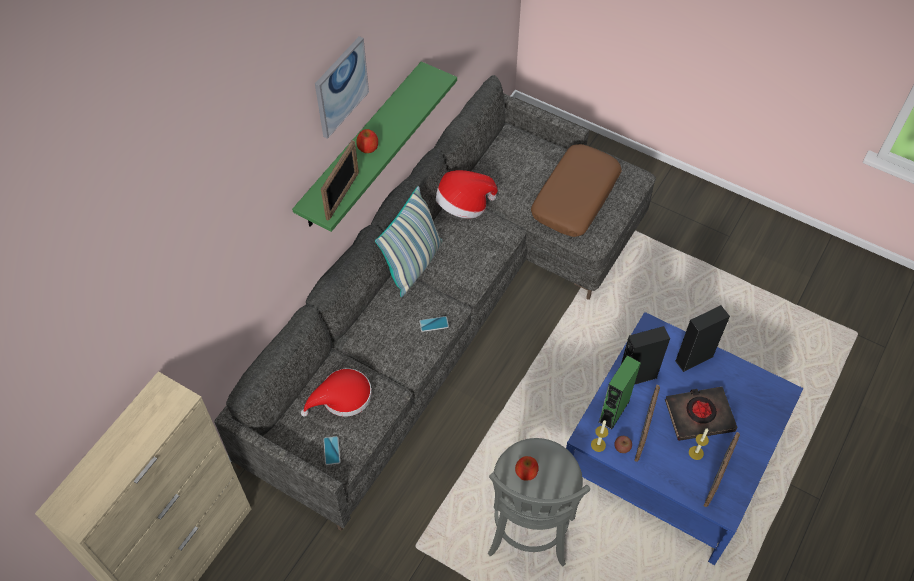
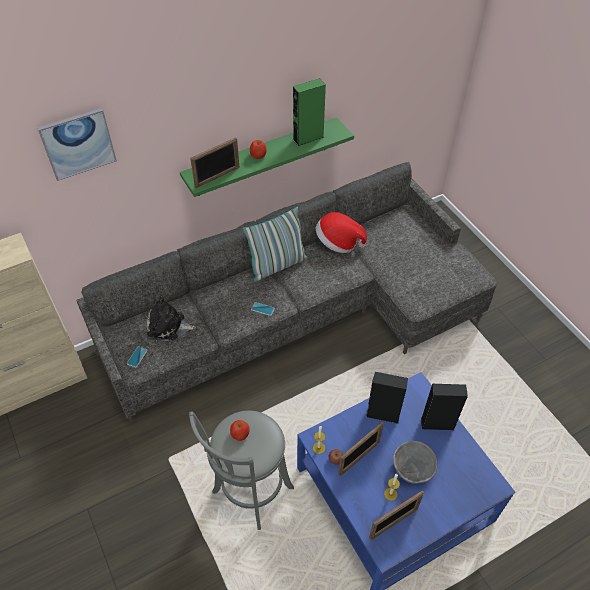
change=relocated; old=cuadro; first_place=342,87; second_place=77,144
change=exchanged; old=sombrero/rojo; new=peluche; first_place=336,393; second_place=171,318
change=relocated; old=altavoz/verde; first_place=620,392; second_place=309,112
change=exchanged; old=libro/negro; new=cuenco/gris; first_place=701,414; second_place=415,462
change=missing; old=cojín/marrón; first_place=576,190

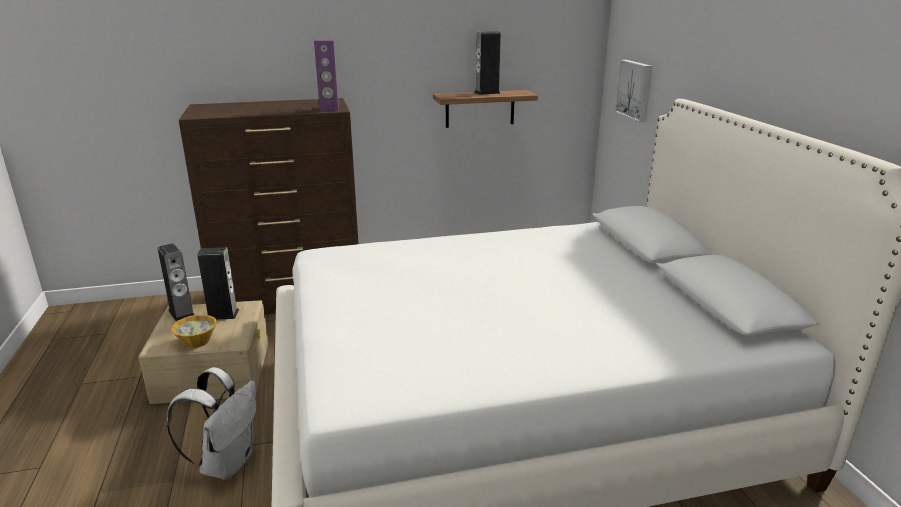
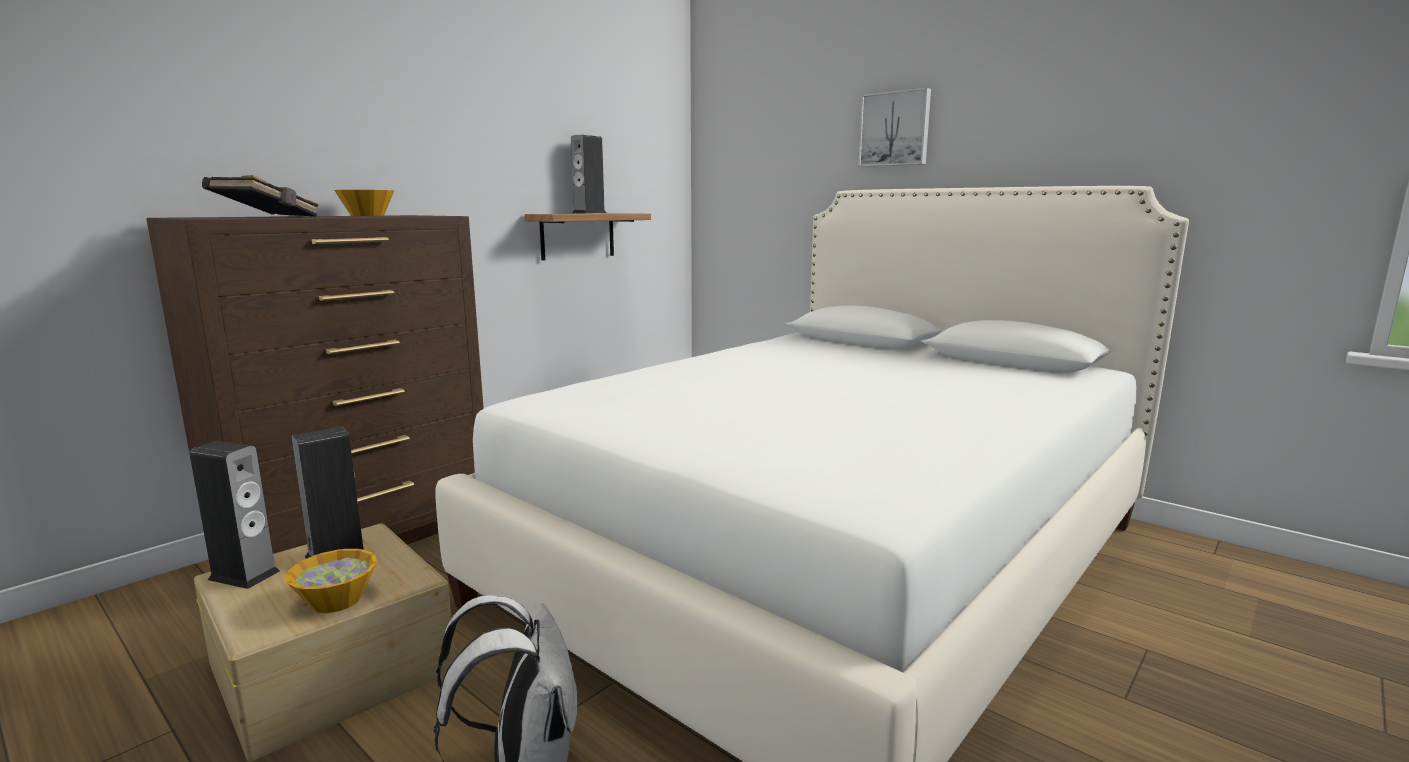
change=appeared; new=libro/negro; second_place=260,196
change=appeared; new=cuenco; second_place=364,203
change=relocated; old=cuadro; first_place=633,90; second_place=894,127
change=missing; old=altavoz/morado; first_place=326,75

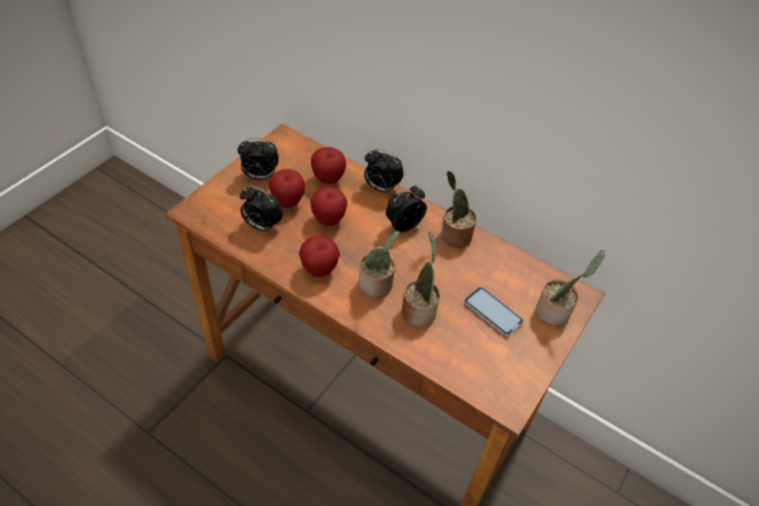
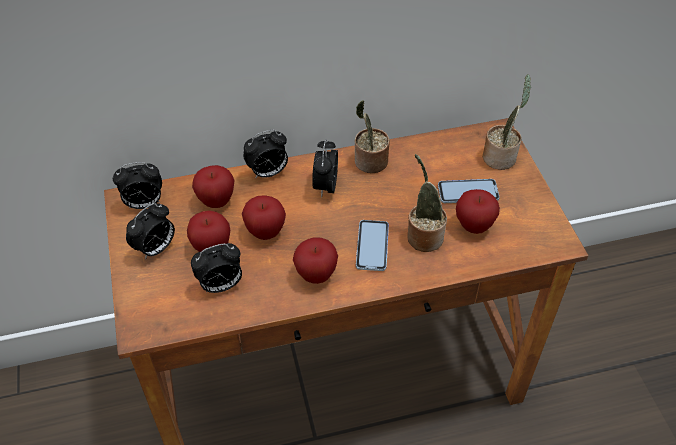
change=appeared; new=despertador; second_place=137,185
change=exchanged; old=planta en maceta; new=móvil; first_place=379,264; second_place=372,245
change=appeared; new=manzana; second_place=478,211

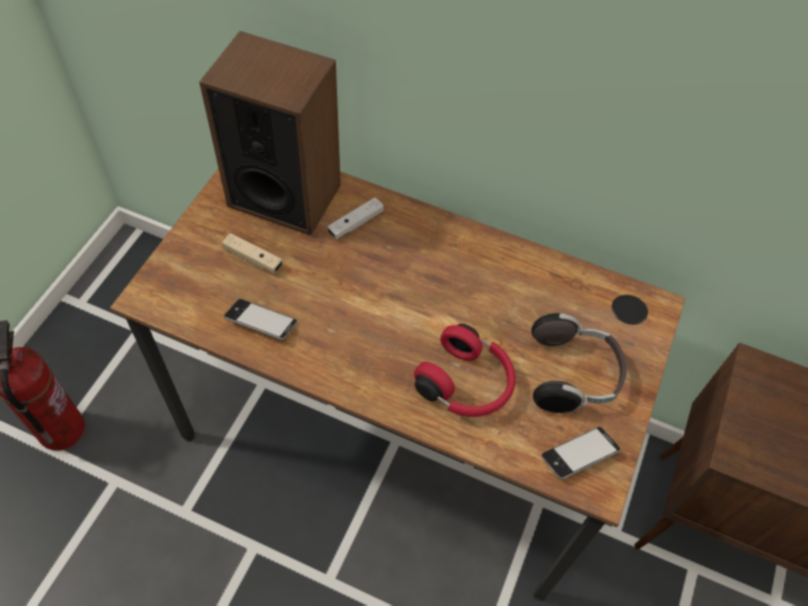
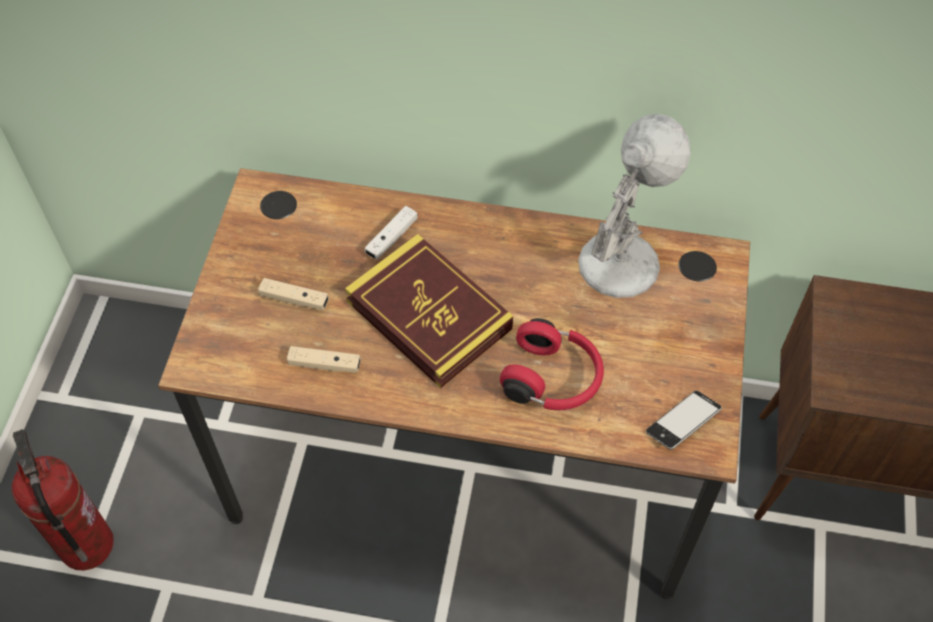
change=exchanged; old=móvil; new=mando de consola/beis; first_place=260,319; second_place=324,359
change=appeared; new=libro; second_place=429,311
change=appeared; new=lámpara de mesa/blanco; second_place=634,206
change=missing; old=altavoz; first_place=270,133
change=missing; old=auriculares; first_place=579,363

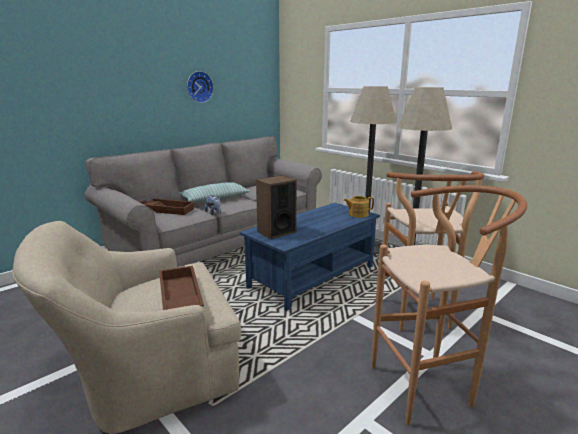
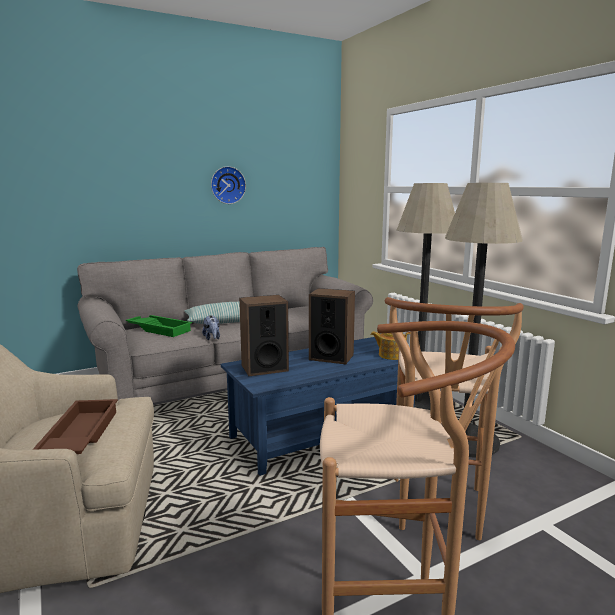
change=colour; old=bandeja/marrón; new=bandeja/verde; first_place=167,207; second_place=159,326
change=appeared; new=altavoz; second_place=332,326

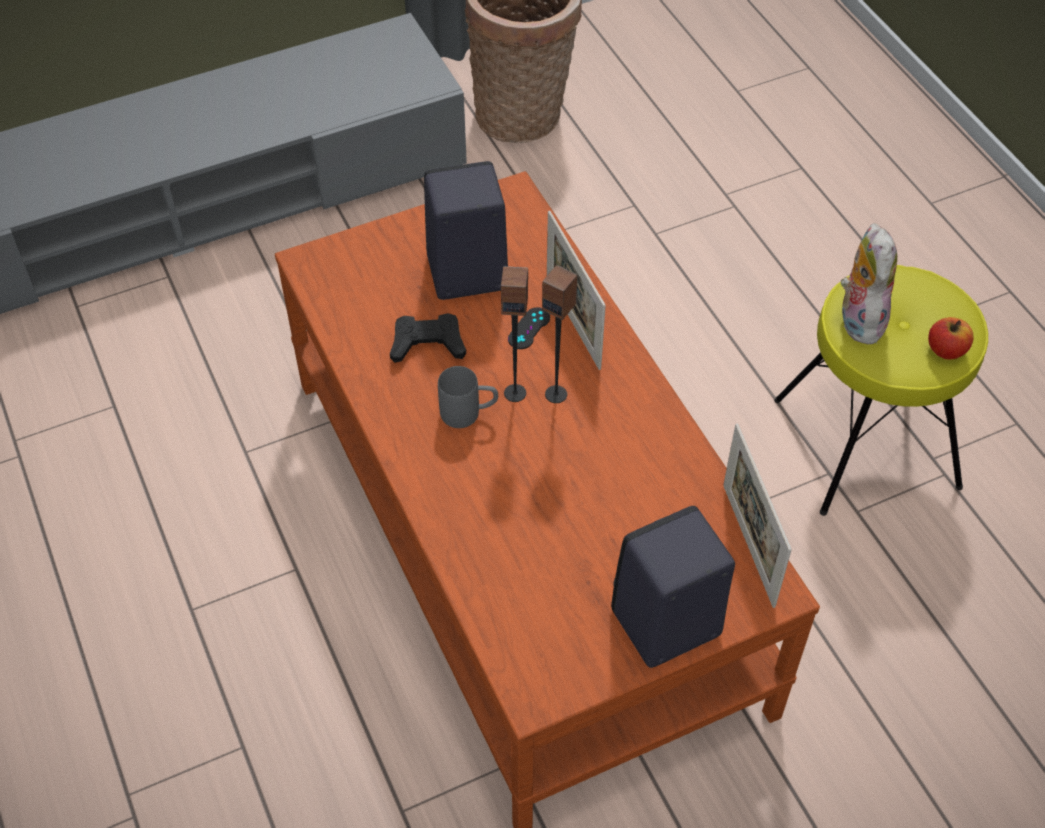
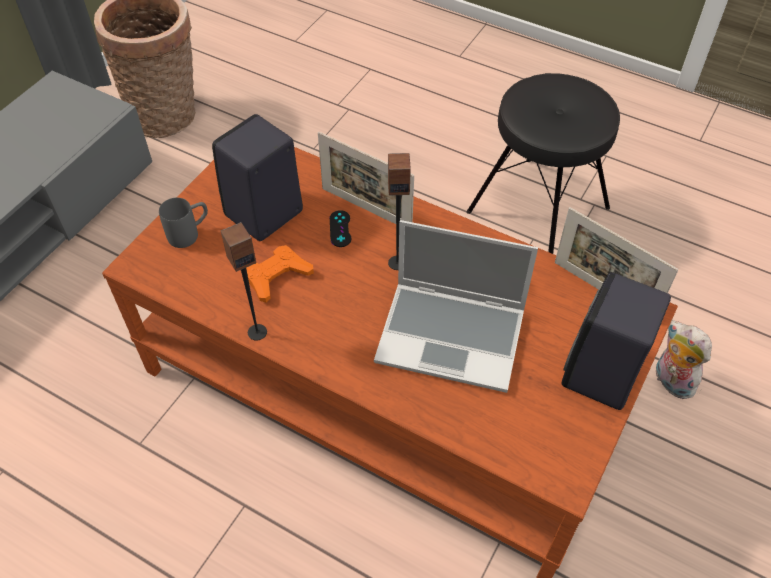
change=relocated; old=taza grande/gris; first_place=468,397; second_place=183,223
change=relocated; old=altavoz; first_place=514,334; second_place=244,281
change=colour; old=mando de consola/negro; new=mando de consola/naranja; first_place=428,338; second_place=280,274
change=appeared; new=portátil; second_place=456,306
change=colour; old=taburete/amarillo; new=taburete/negro; first_place=881,390; second_place=543,163
change=relocated; old=peluche; first_place=869,283; second_place=684,359
change=missing; old=manzana; first_place=951,338

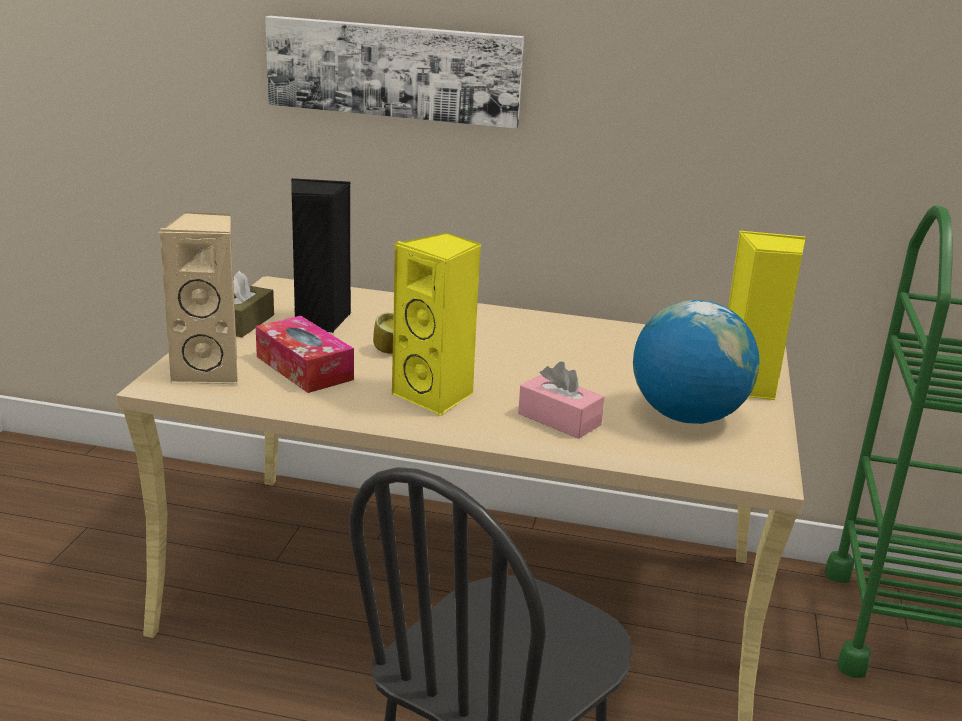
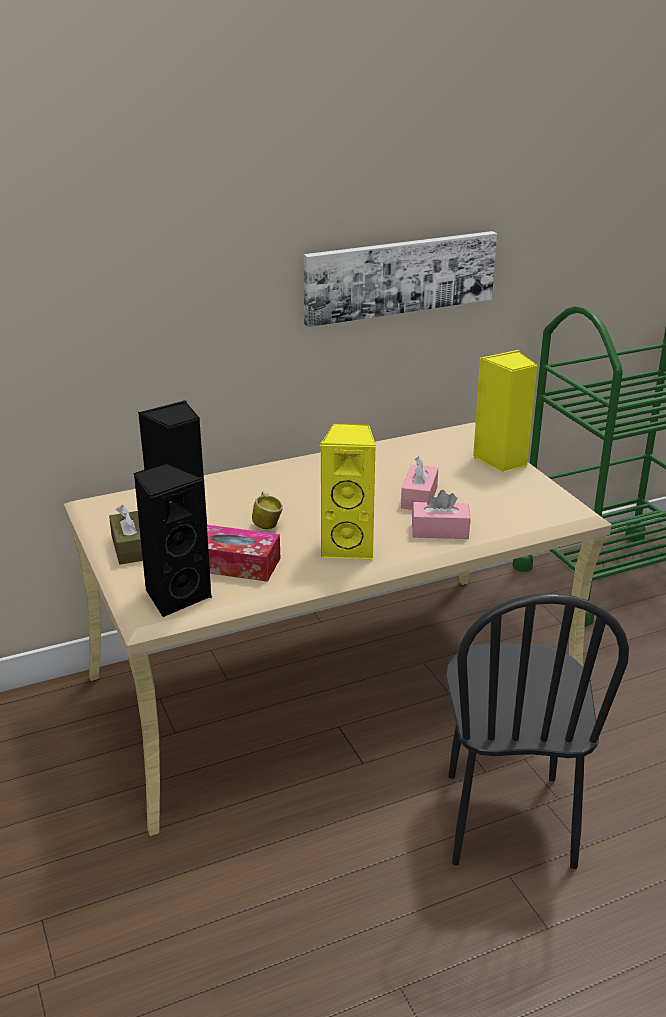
change=colour; old=altavoz/beis; new=altavoz/negro; first_place=198,298; second_place=172,539
change=relocated; old=cuadro; first_place=394,72; second_place=400,279
change=appeared; new=caja de pañuelos/rosa; second_place=419,483
change=missing; old=globo terráqueo; first_place=696,362

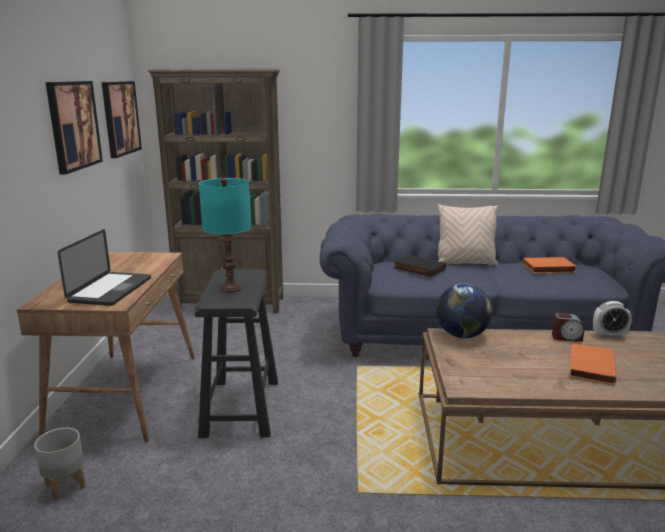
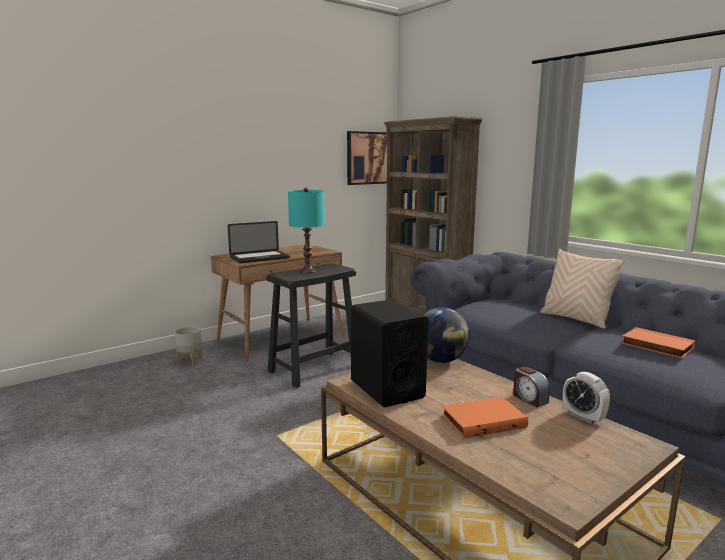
change=appeared; new=altavoz/negro; second_place=389,353
change=missing; old=cuadro; first_place=74,127
change=missing; old=libro/negro; first_place=420,266

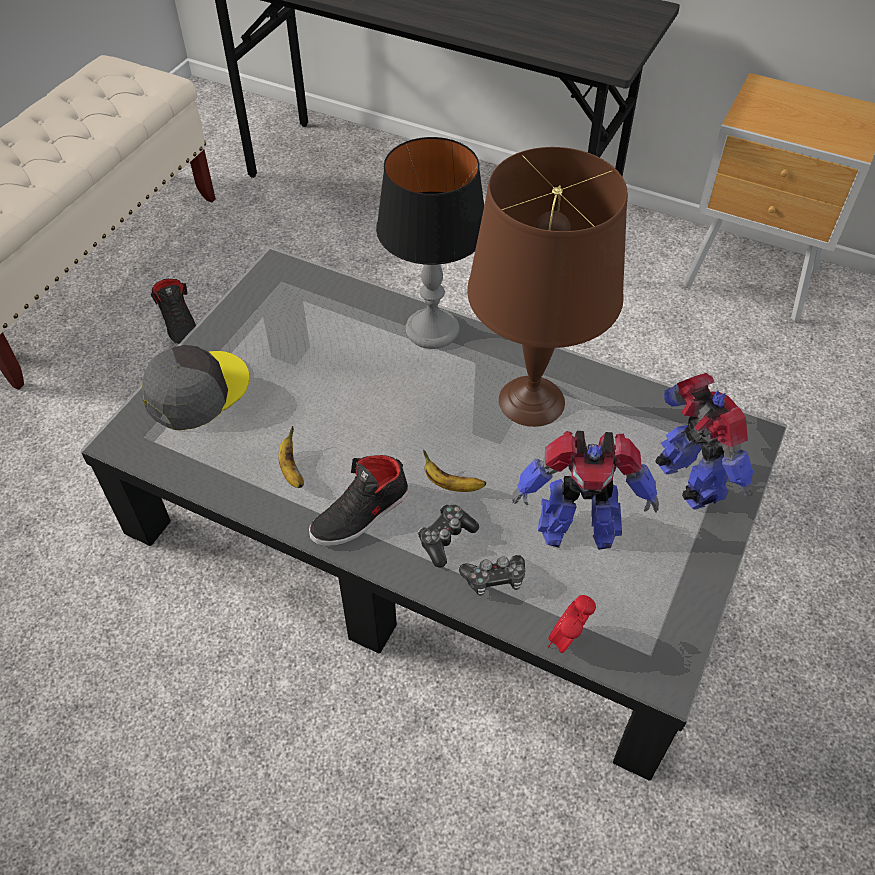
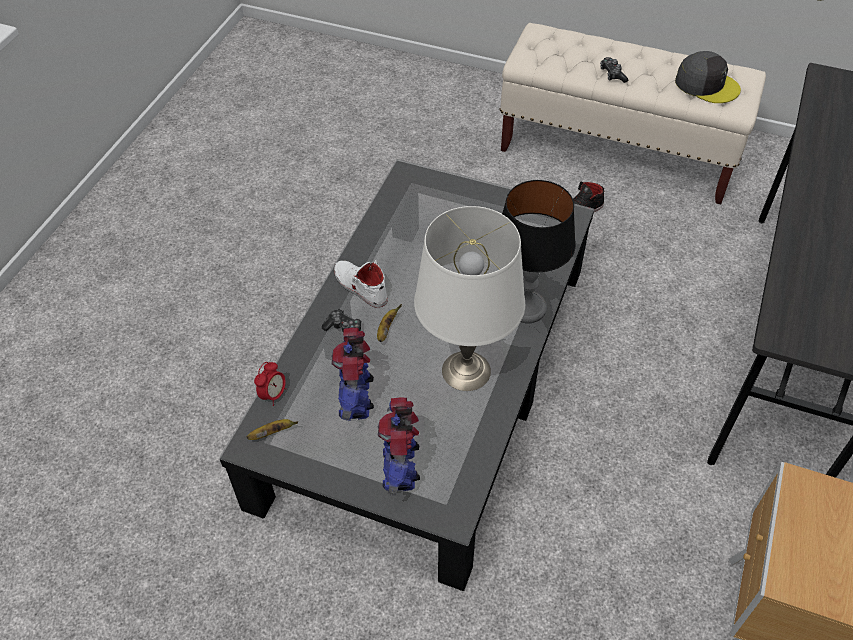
change=relocated; old=plátano; first_place=291,457; second_place=272,429
change=spun; old=despertador; first_place=572,624; second_place=270,384; degrees=90
change=colour; old=zapato/negro; new=zapato/blanco; first_place=358,500; second_place=361,283
change=spun; old=robot de juguete; first_place=705,441; second_place=398,447; degrees=120
change=colour; old=lámpara de mesa/marrón; new=lámpara de mesa/blanco; first_place=547,287; second_place=469,298
change=relocated; old=mando de consola; first_place=492,575; second_place=614,70
change=relocated; old=gorra/gris; first_place=195,388; second_place=708,77

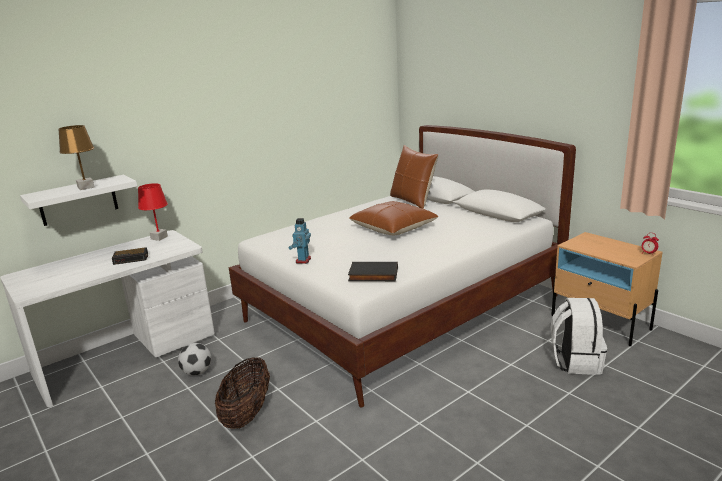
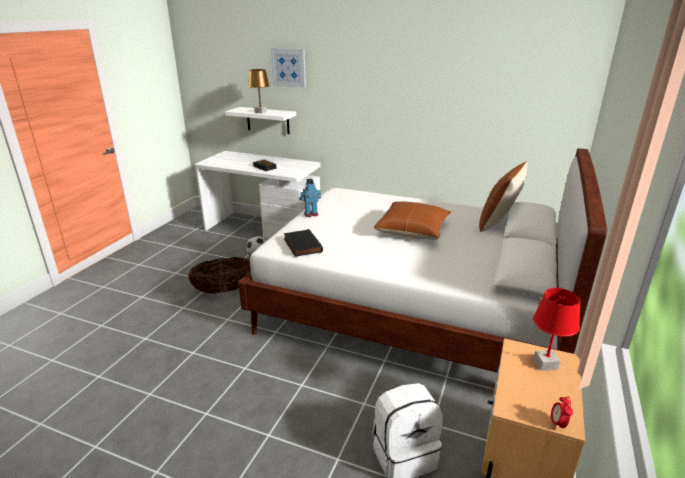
change=appeared; new=cuadro; second_place=288,68
change=relocated; old=lámpara de mesa/rojo; first_place=153,212; second_place=557,329

